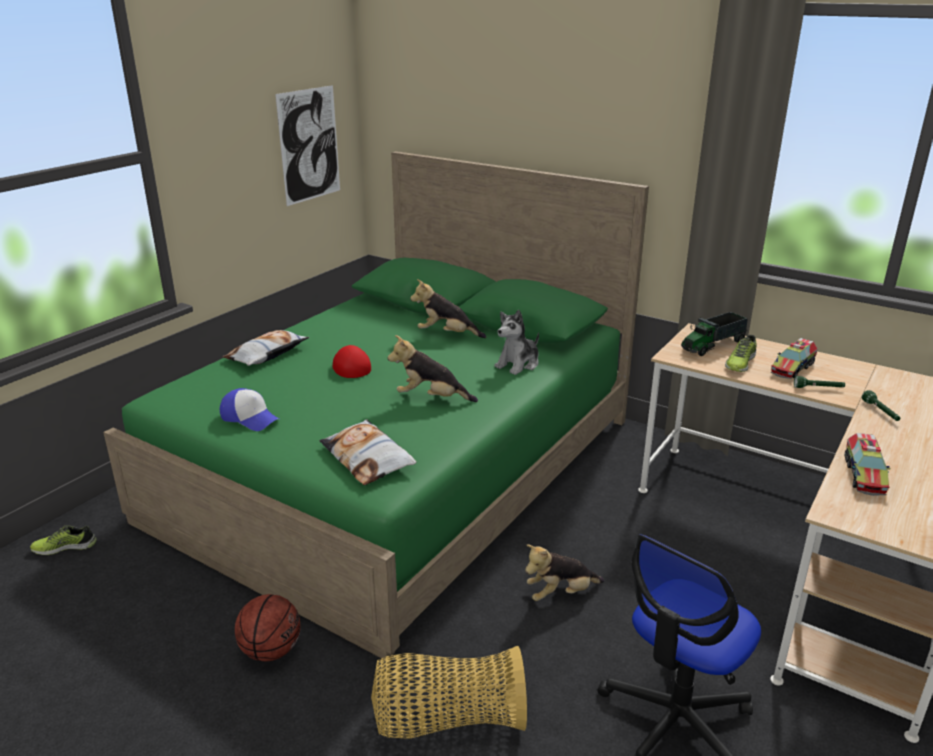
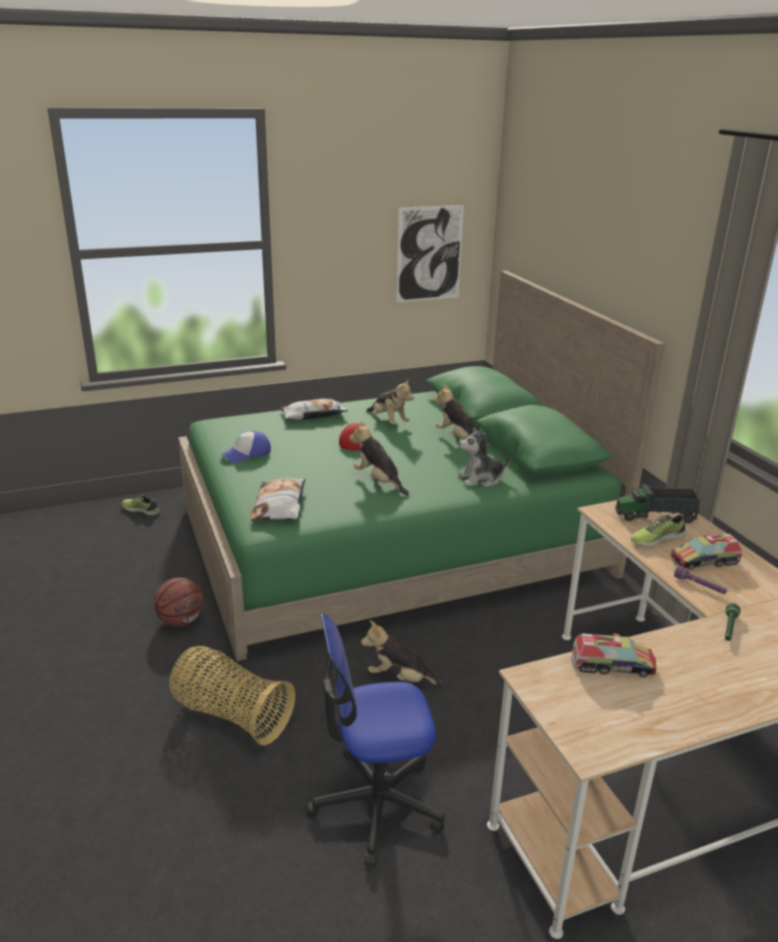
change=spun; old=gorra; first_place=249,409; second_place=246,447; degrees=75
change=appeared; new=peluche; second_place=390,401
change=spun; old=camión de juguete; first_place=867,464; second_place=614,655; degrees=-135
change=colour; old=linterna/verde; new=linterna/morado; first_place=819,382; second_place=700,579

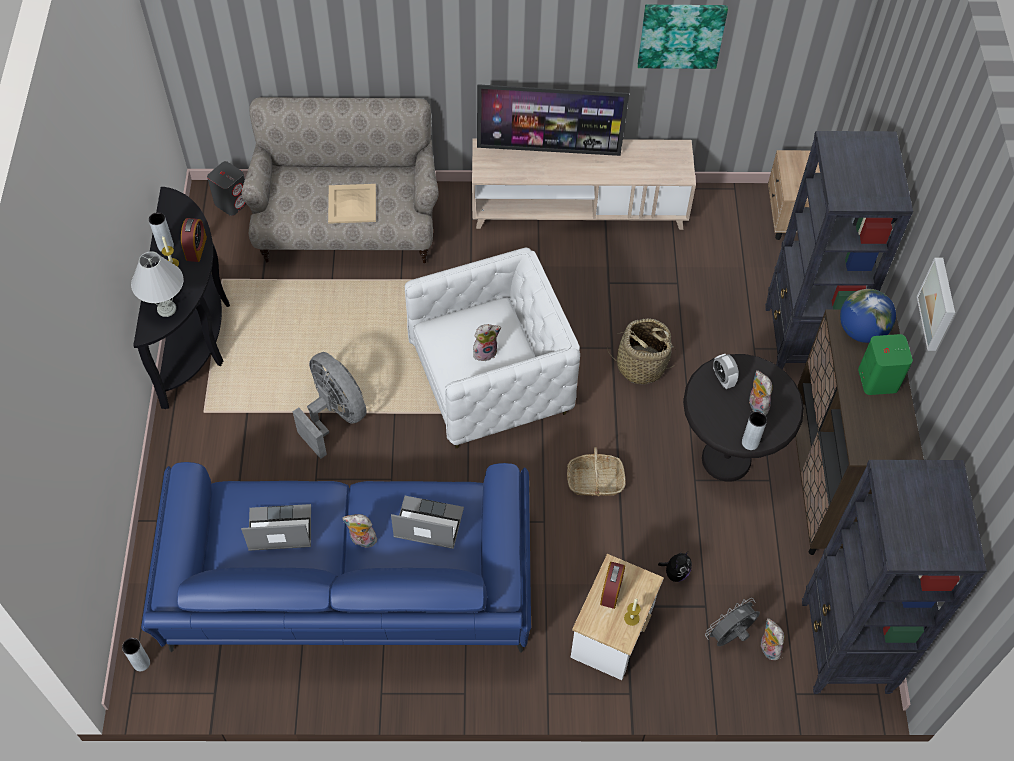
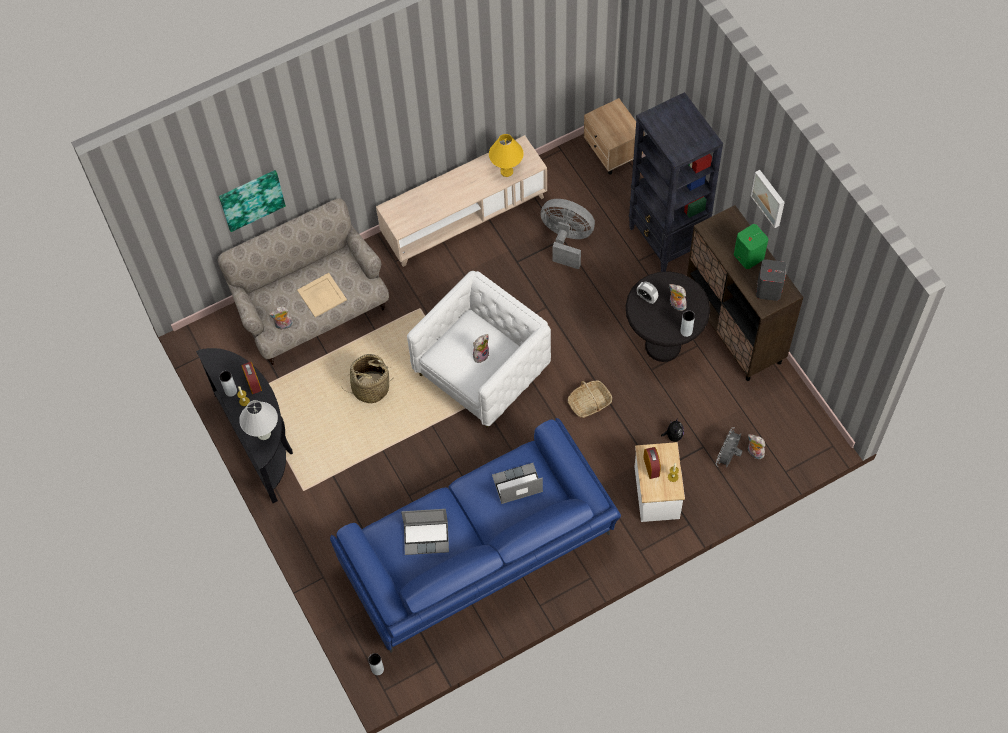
change=relocated; old=cuadro; first_place=683,37; second_place=252,201
change=relocated; old=peluche; first_place=359,531; second_place=280,318
change=relocated; old=cesta; first_place=641,351; second_place=367,378
change=spun; old=portátil; first_place=276,527; second_place=425,532; degrees=-150
change=appeared; new=lámpara de mesa/amarillo; second_place=506,155
change=relocated; old=ventilador/gris; first_place=330,405; second_place=568,234
change=relocated; old=altavoz/gris; first_place=227,188; second_place=771,280
change=missing; old=televisor; first_place=553,120
change=missing; old=estantería/negro; first_place=894,577
change=missing; old=globo terráqueo; first_place=868,316

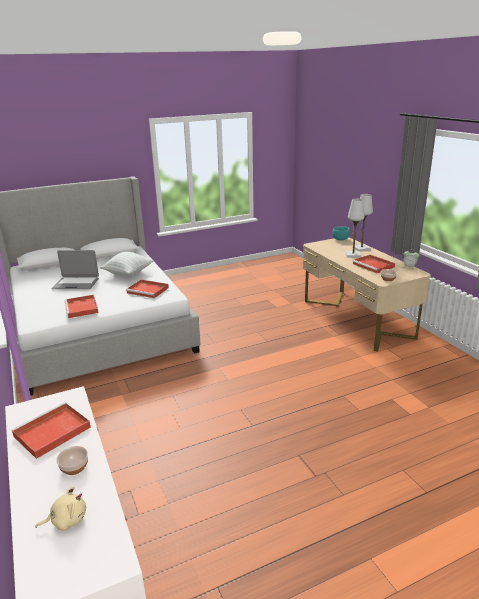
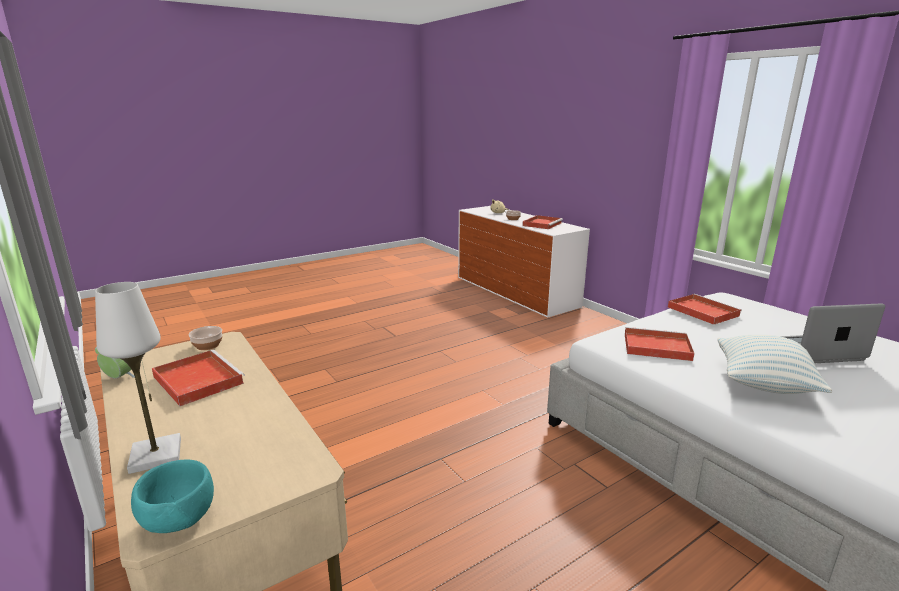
change=missing; old=lámpara de mesa/blanco; first_place=355,228

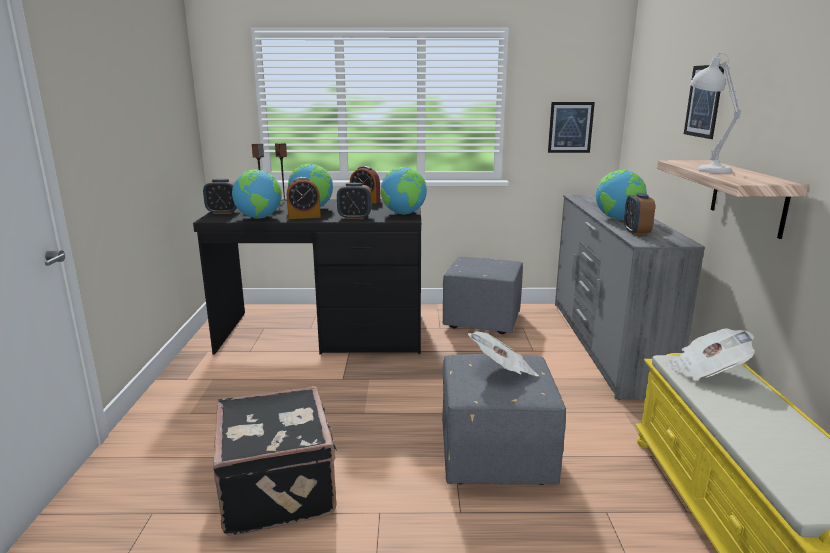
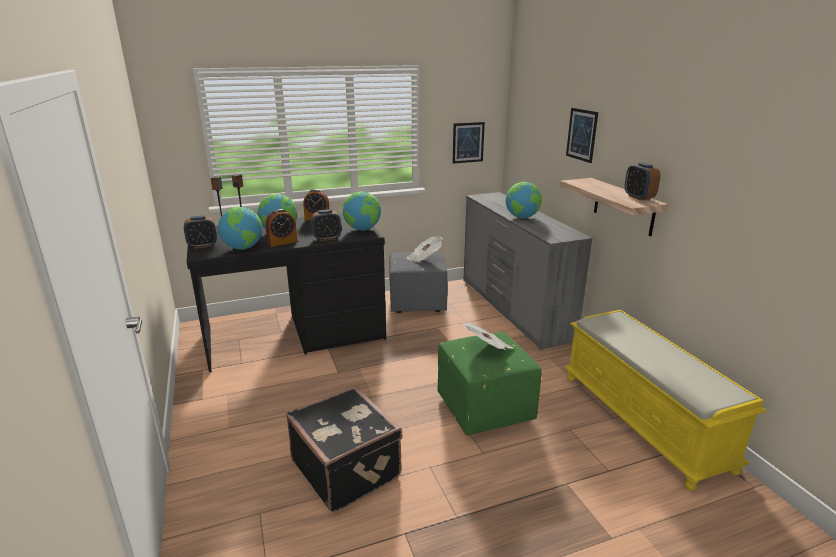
change=relocated; old=periódico; first_place=710,354; second_place=425,249
change=colour; old=puf/gris; new=puf/verde; first_place=504,419; second_place=489,384
change=relocated; old=despertador; first_place=639,214; second_place=643,181
change=missing; old=lámpara de mesa/blanco; first_place=716,113

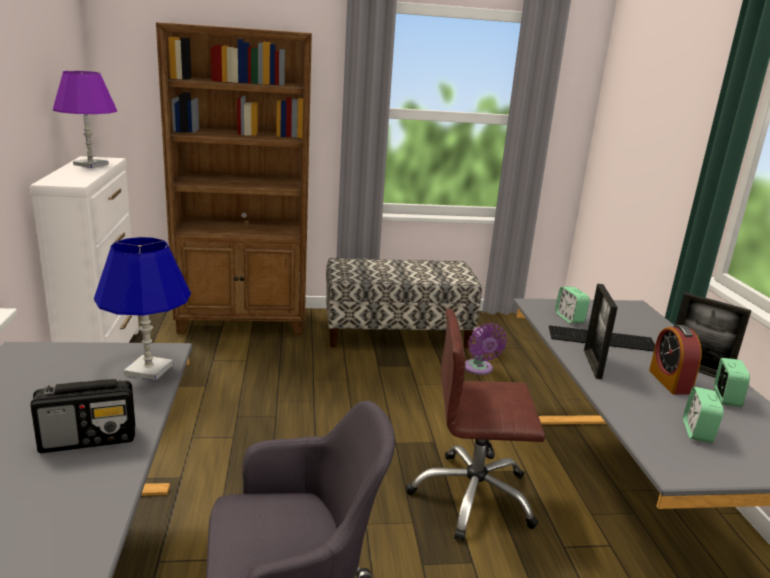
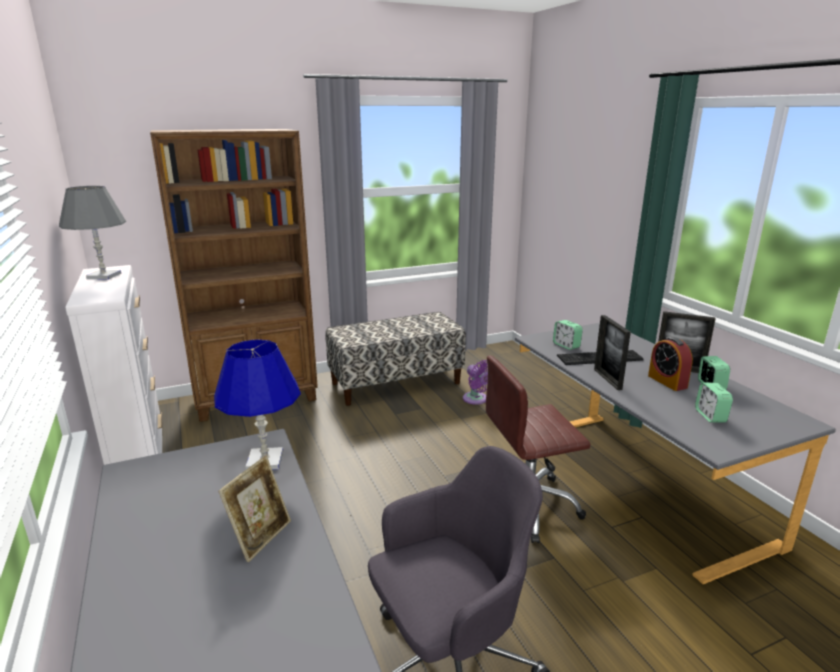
change=colour; old=lámpara de mesa/morado; new=lámpara de mesa/gris; first_place=85,119; second_place=92,233
change=exchanged; old=radio; new=portarretratos; first_place=83,416; second_place=254,509

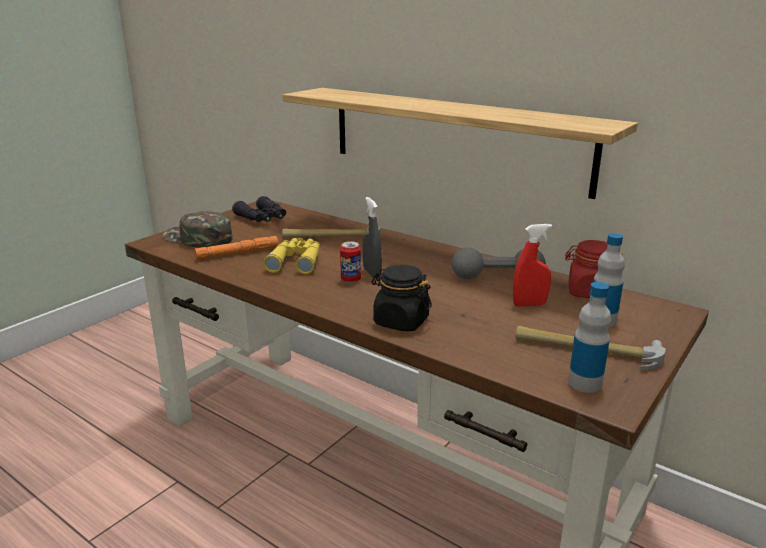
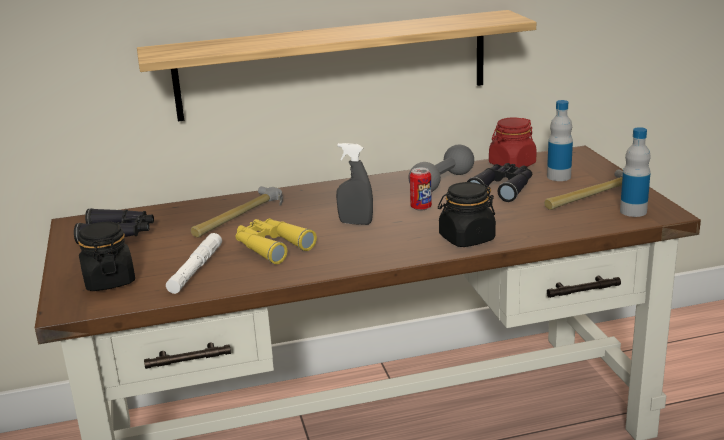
change=exchanged; old=gorra/verde; new=tarro/negro; first_place=198,229; second_place=106,256
change=colour; old=linterna/naranja; new=linterna/blanco; first_place=236,248; second_place=194,263
change=relocated; old=lata; first_place=350,262; second_place=421,189
change=exchanged; old=pulverizador/rojo; new=prismáticos/negro; first_place=532,265; second_place=499,182

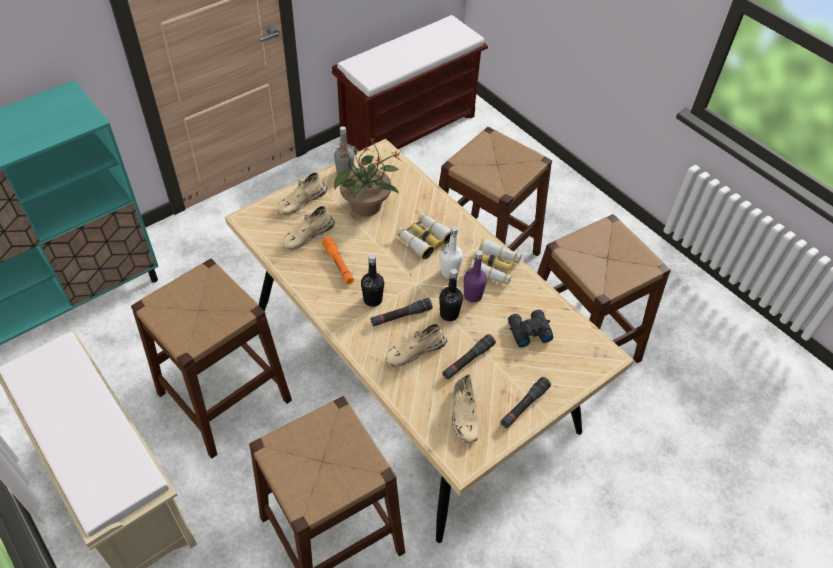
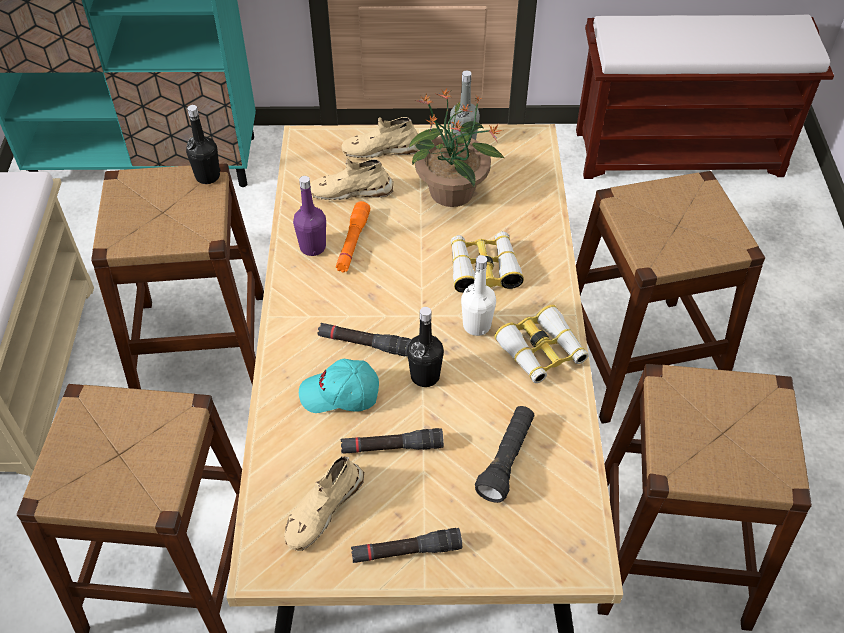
change=relocated; old=botella/negro; first_place=372,280; second_place=203,144
change=relocated; old=botella/morado; first_place=475,276; second_place=309,216
change=exchanged; old=zapato/beis; new=gorra/turquesa; first_place=417,345; second_place=339,386
change=exchanged; old=prismáticos/negro; new=linterna/negro; first_place=531,328; second_place=504,454

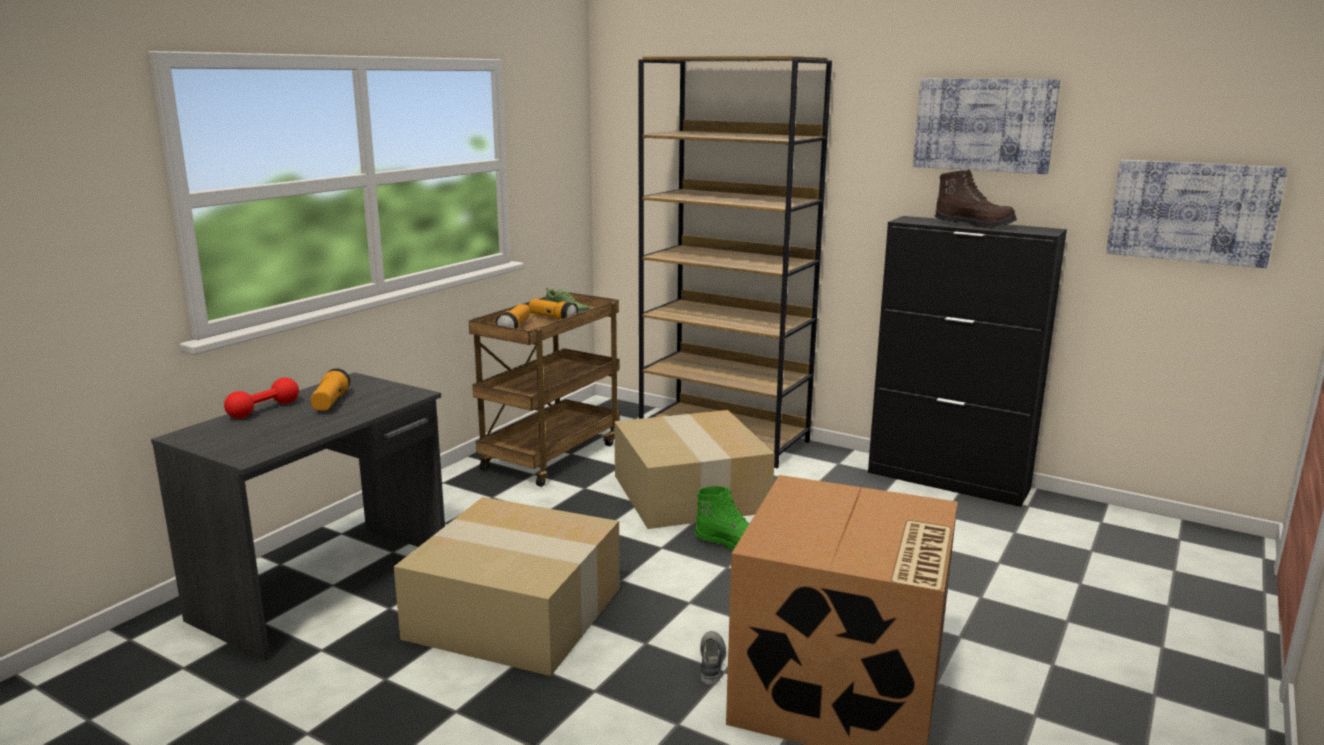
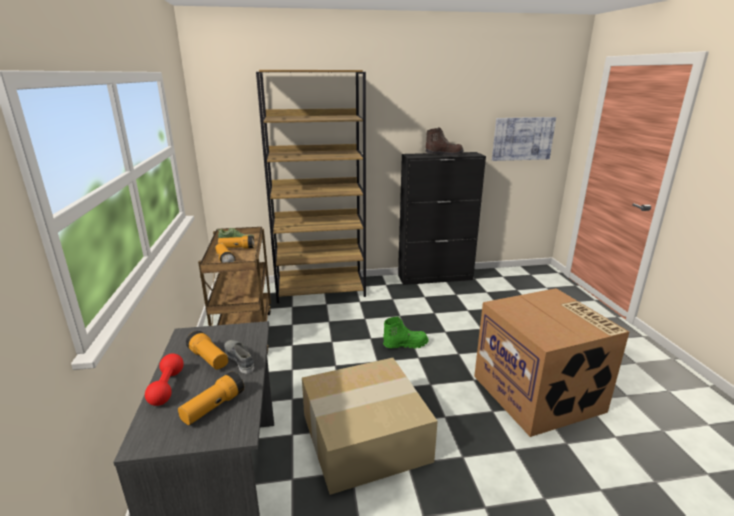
change=appeared; new=linterna; second_place=211,398
change=relocated; old=zapato/gris; first_place=713,658; second_place=239,357
change=missing; old=caja de cartón; first_place=694,469
change=missing; old=cuadro; first_place=986,126

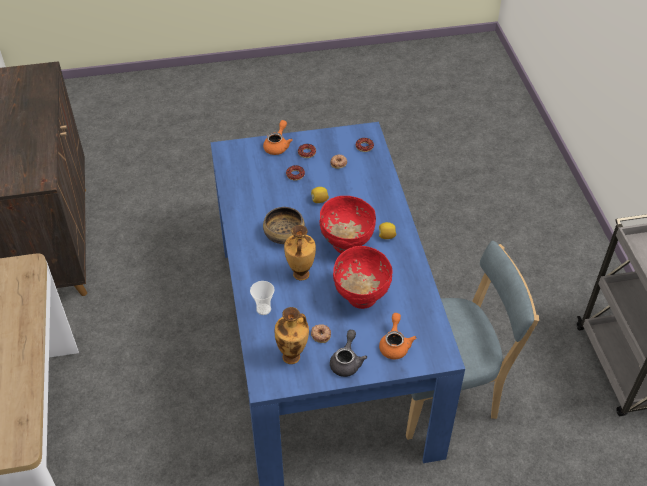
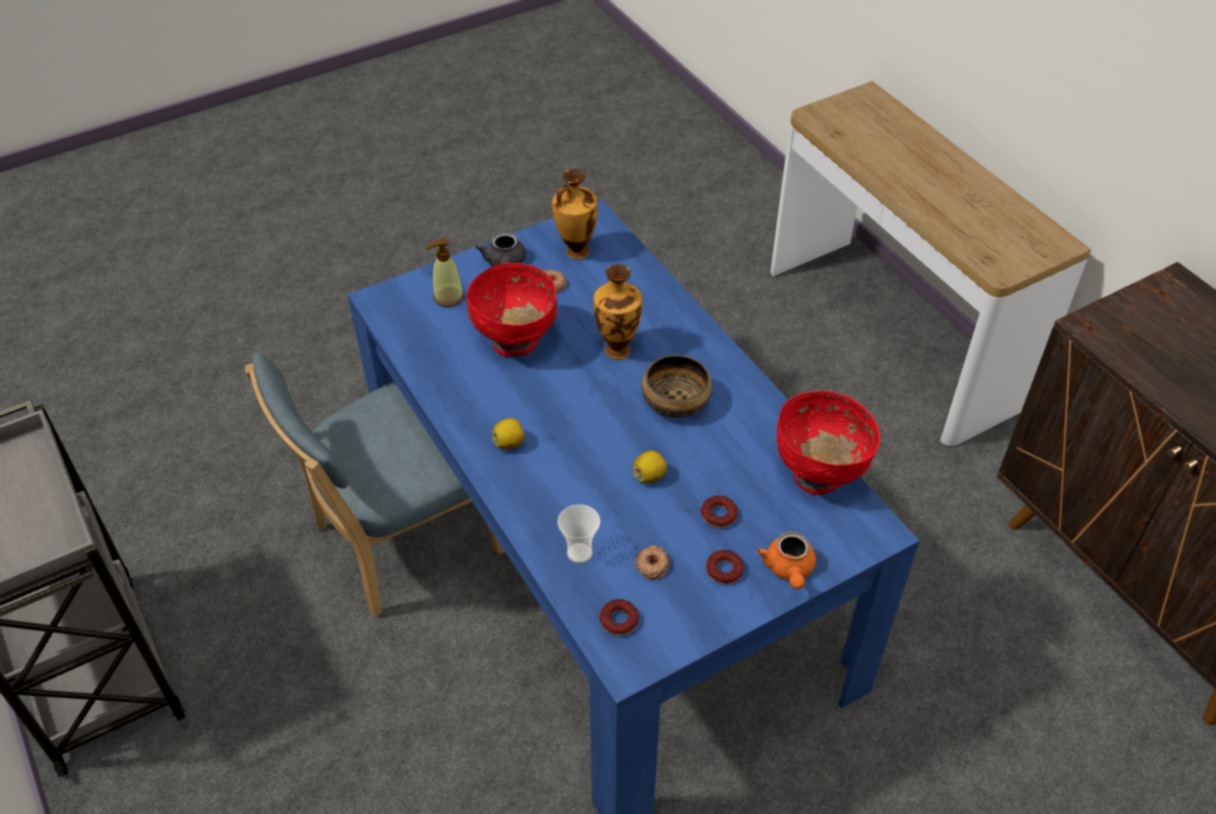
change=exchanged; old=tetera/naranja; new=dispensador de jabón; first_place=397,336; second_place=444,273
change=relocated; old=taza; first_place=262,298; second_place=579,533
change=relocated; old=cuenco/rojo; first_place=347,224; second_place=828,443

